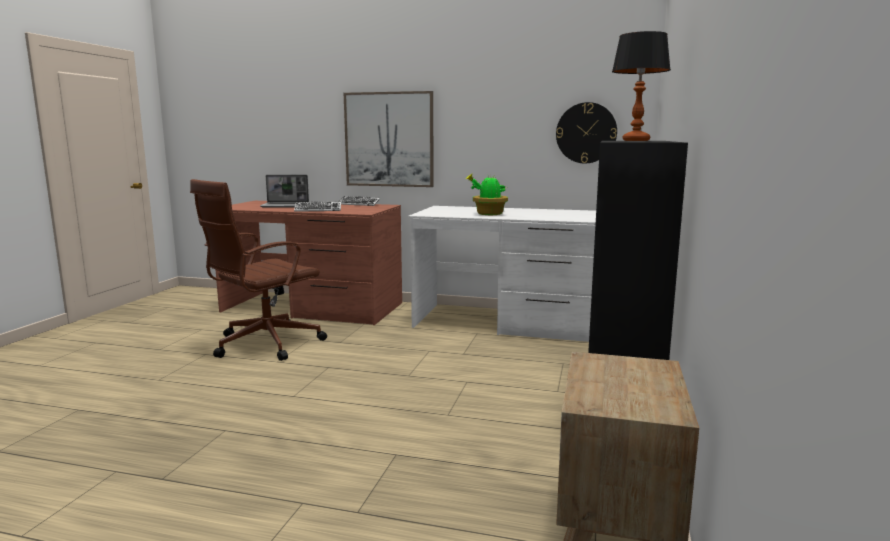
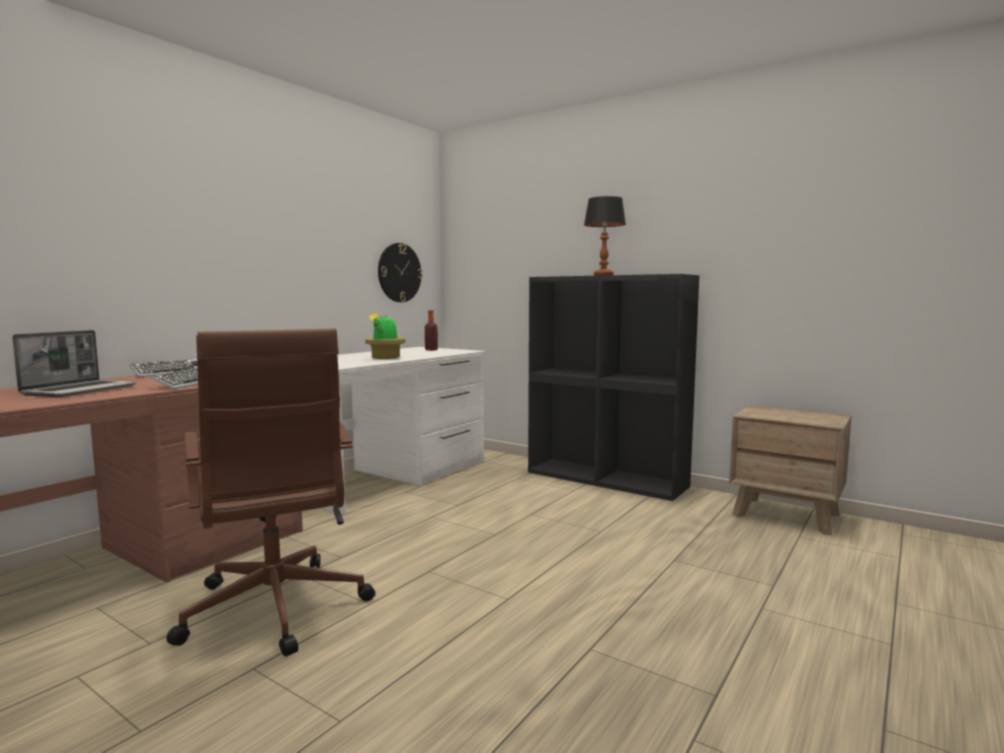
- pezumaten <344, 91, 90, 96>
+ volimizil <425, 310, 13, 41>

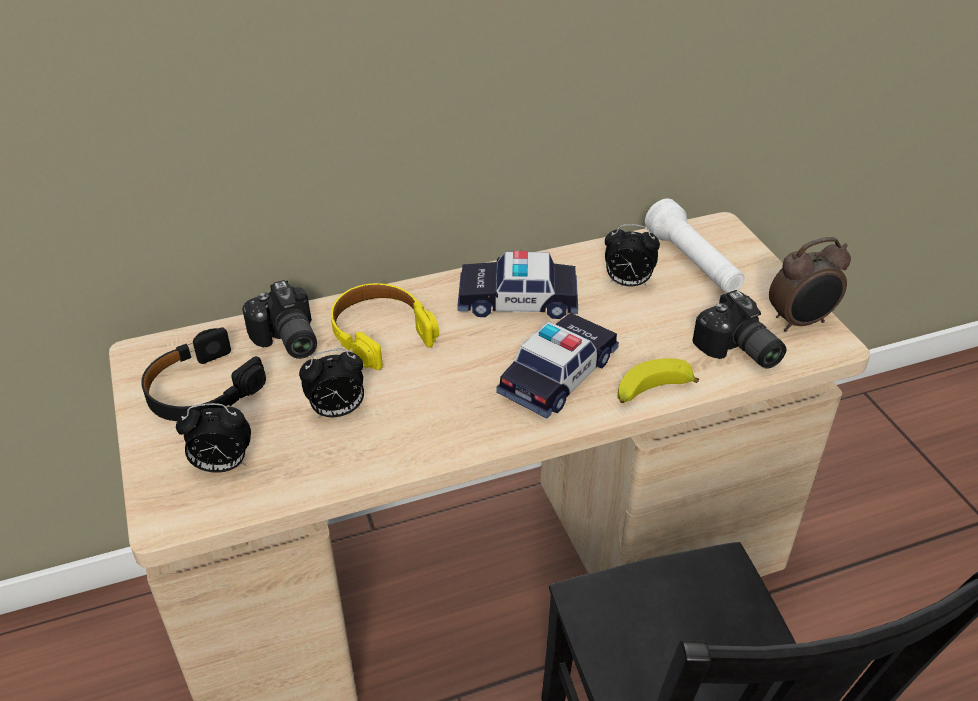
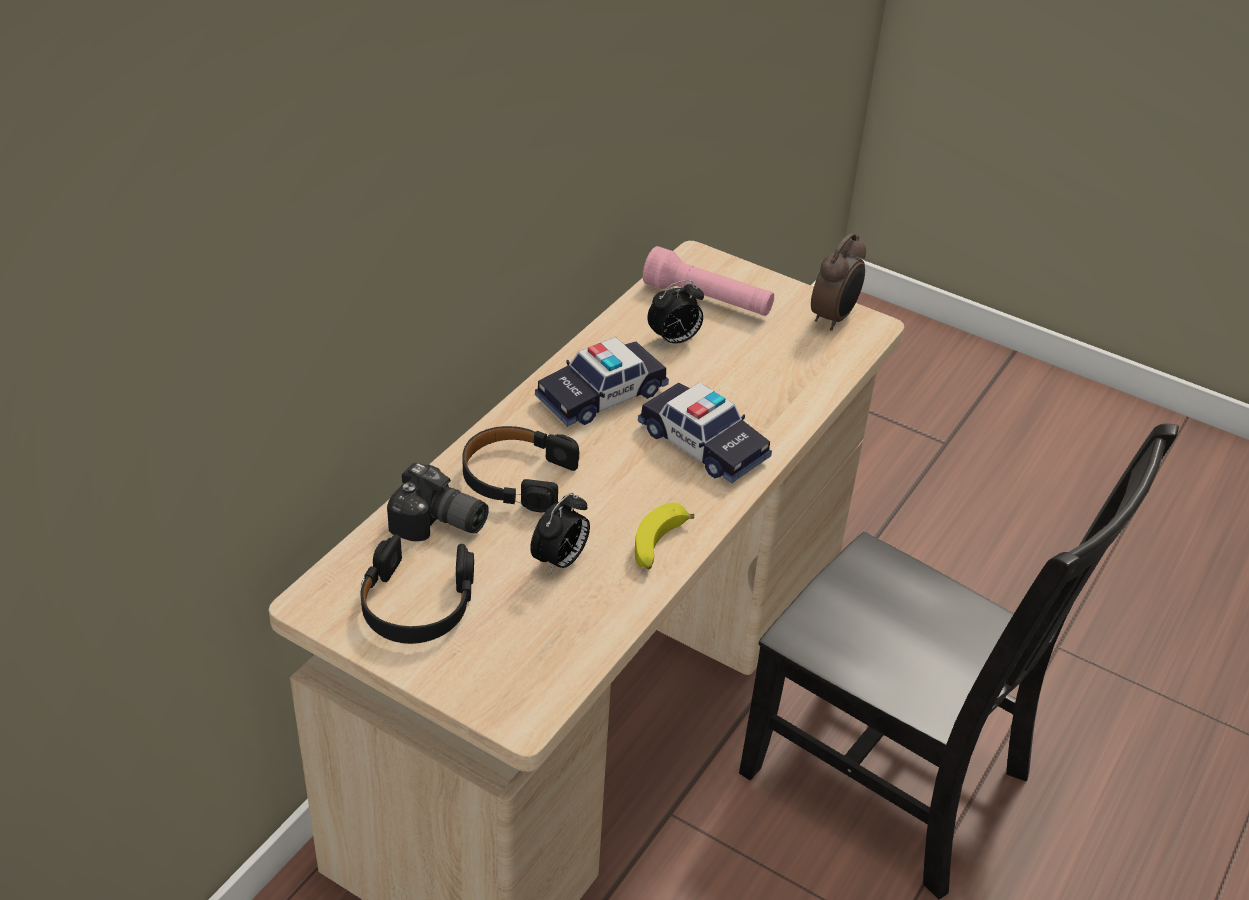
~ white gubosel <645, 199, 100, 94> to pink gubosel <643, 246, 131, 70>
~ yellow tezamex <331, 283, 108, 87> to black tezamex <462, 426, 117, 86>
- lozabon <692, 290, 94, 79>
~ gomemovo <496, 313, 123, 105> = <638, 382, 134, 102> 135 degrees clockwise
~ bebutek <618, 358, 81, 45> to <635, 502, 59, 67>
- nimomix <176, 403, 75, 70>

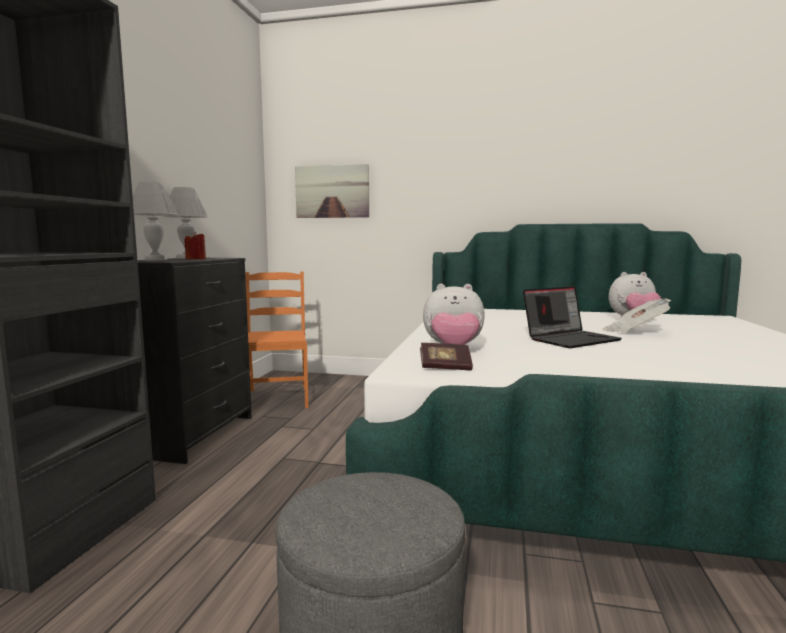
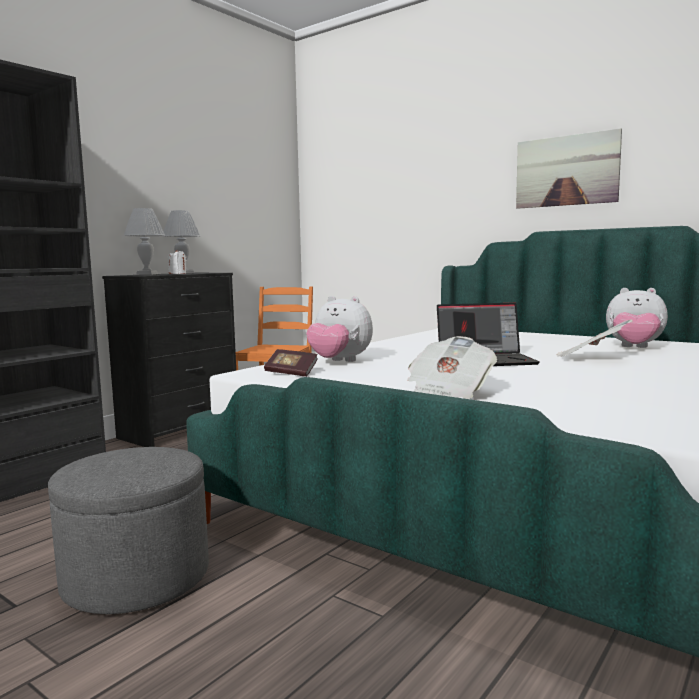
~ pezumaten <295, 164, 74, 54> to <516, 128, 106, 81>
~ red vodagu <184, 232, 22, 27> to white vodagu <168, 250, 18, 24>
+ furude <408, 336, 89, 63>

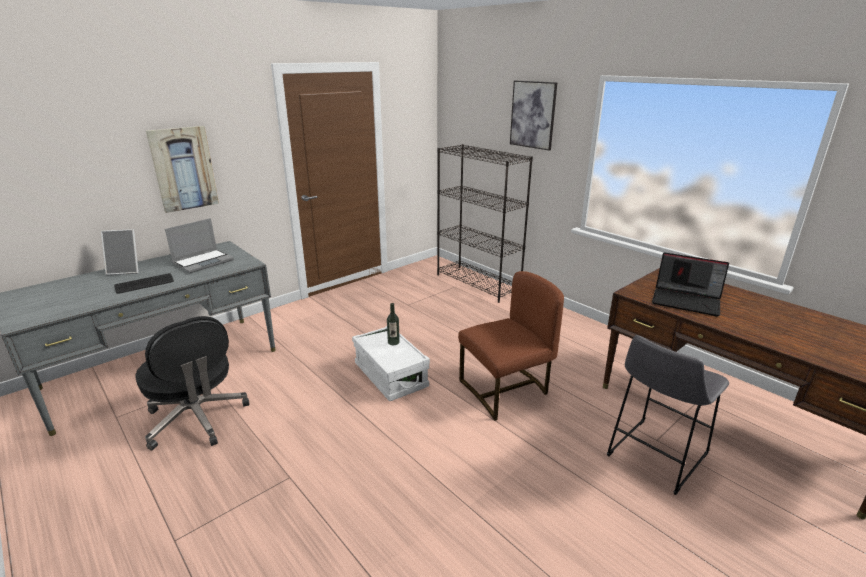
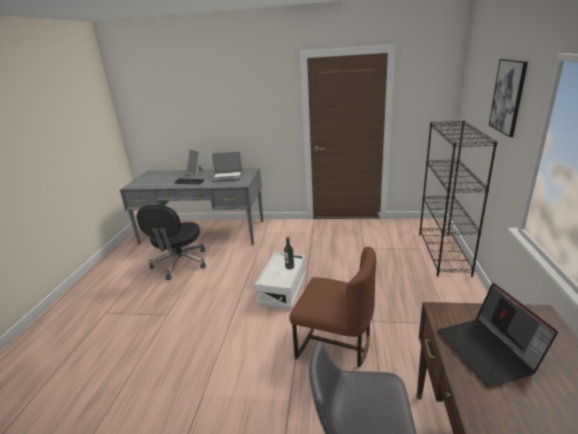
- pezumaten <146, 126, 73, 87>

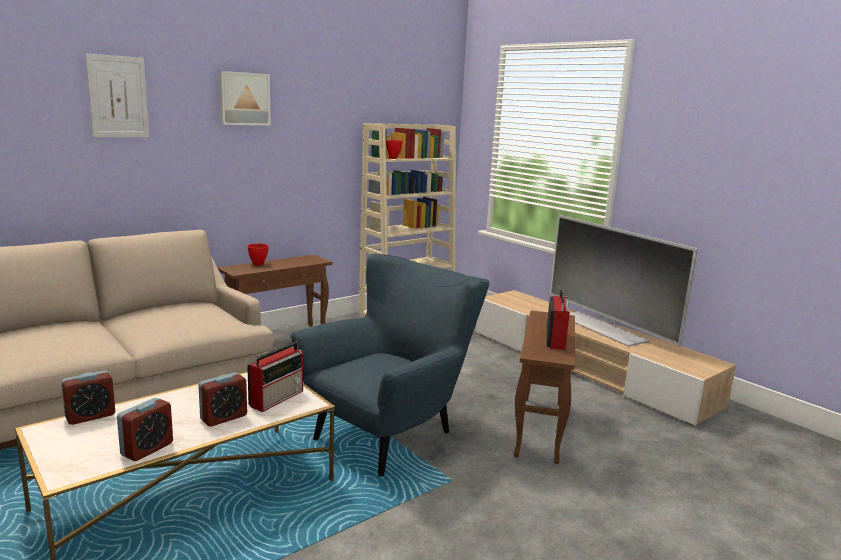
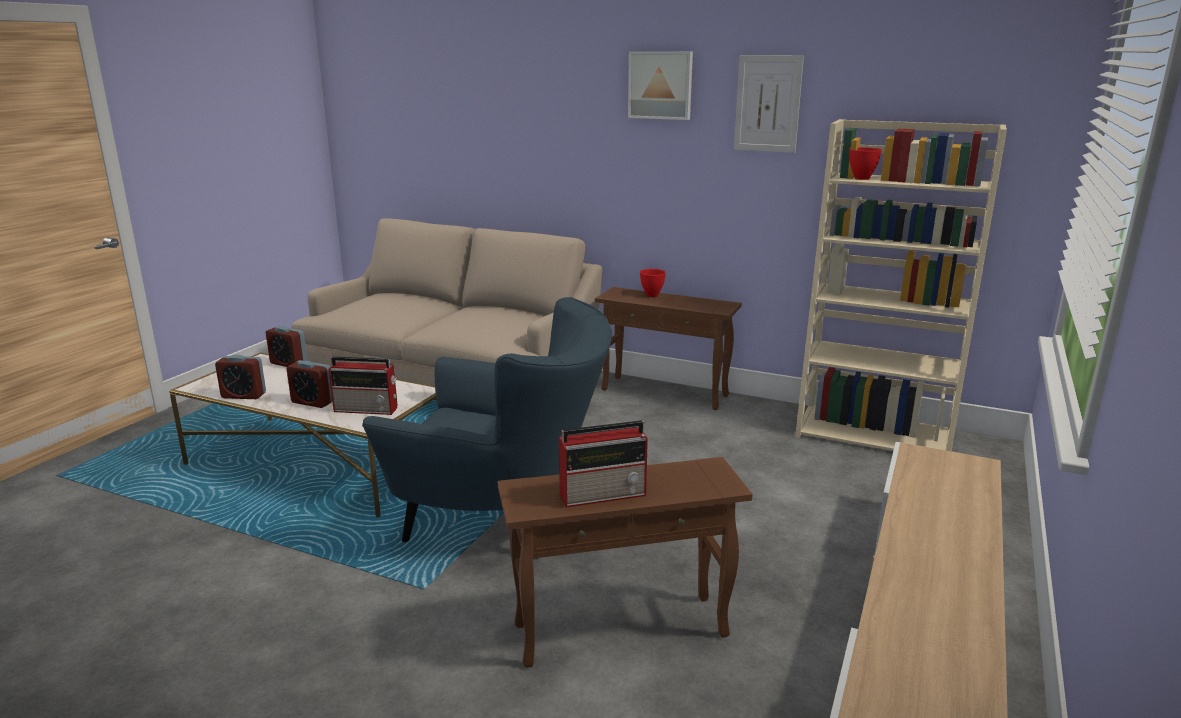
~ pezumaten <85, 54, 64, 83> to <734, 55, 70, 98>
- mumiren <550, 215, 148, 132>

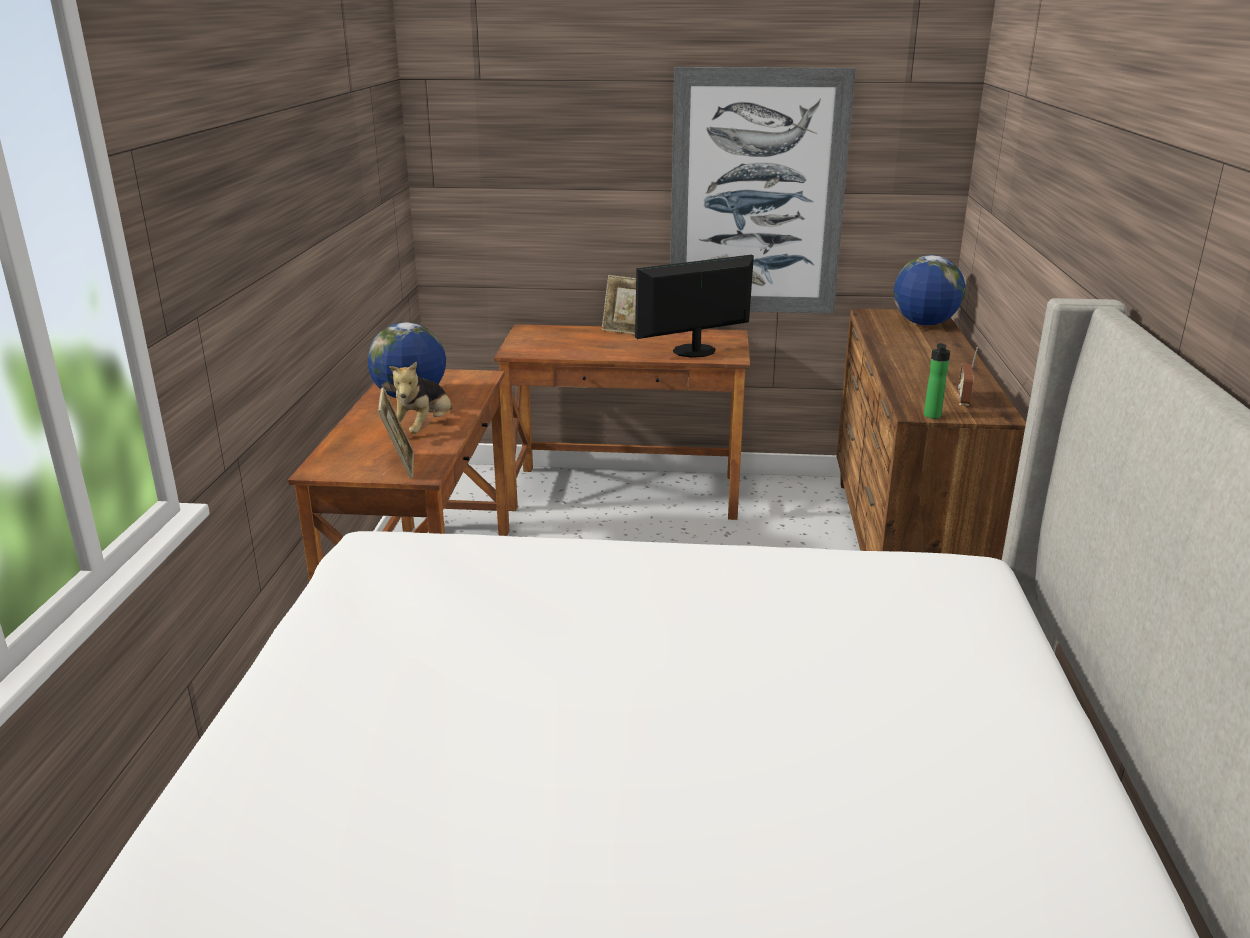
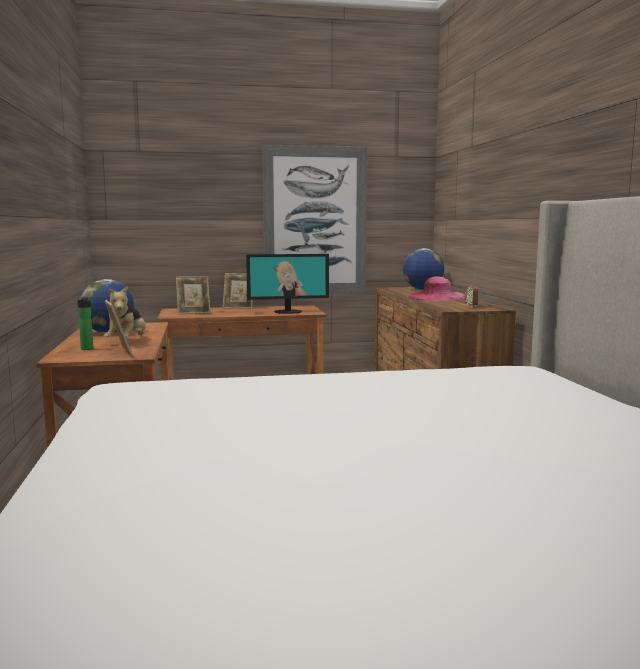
~ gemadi <635, 255, 119, 103> = <246, 254, 83, 60> 150 degrees counterclockwise
~ volimizil <924, 343, 26, 76> to <78, 297, 15, 53>
+ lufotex <176, 276, 35, 38>
+ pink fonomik <408, 276, 58, 25>

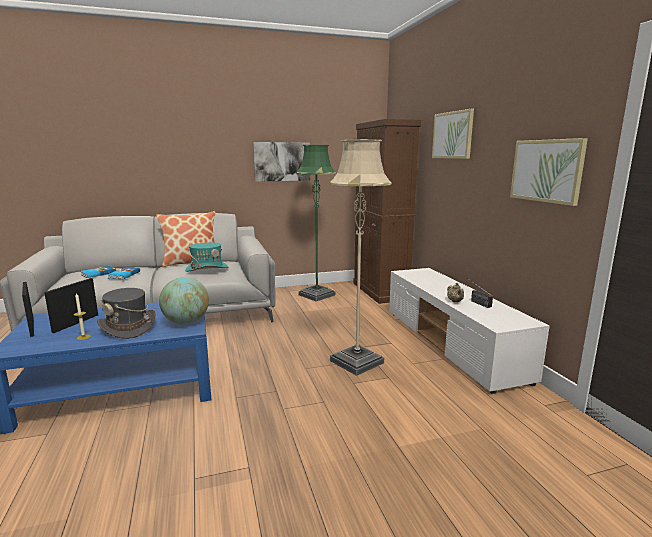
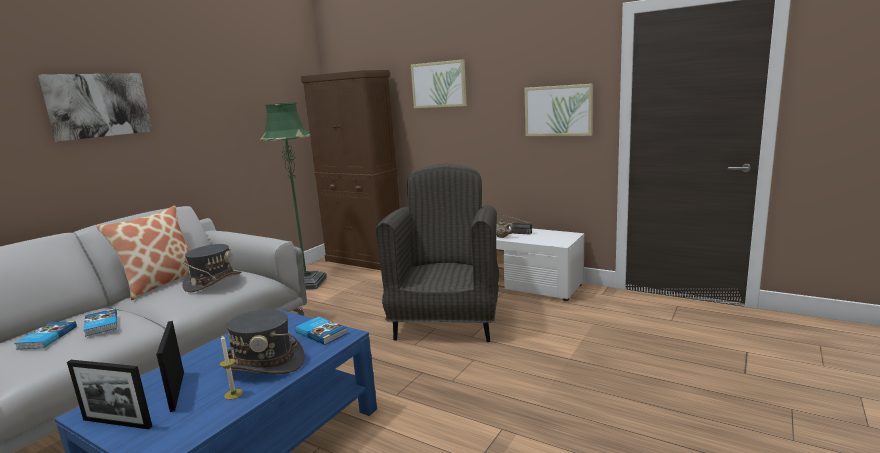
~ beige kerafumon <330, 139, 62, 237> to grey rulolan <375, 164, 124, 178>
~ pezumaten <253, 142, 57, 40> to <38, 73, 114, 68>
~ turquoise fonomik <185, 243, 43, 29> to grey fonomik <182, 244, 59, 48>
~ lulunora <159, 277, 50, 47> to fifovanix <295, 316, 52, 29>

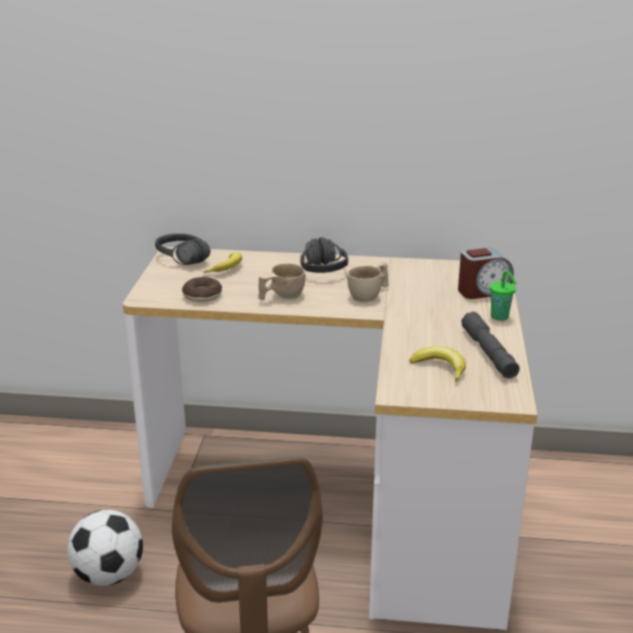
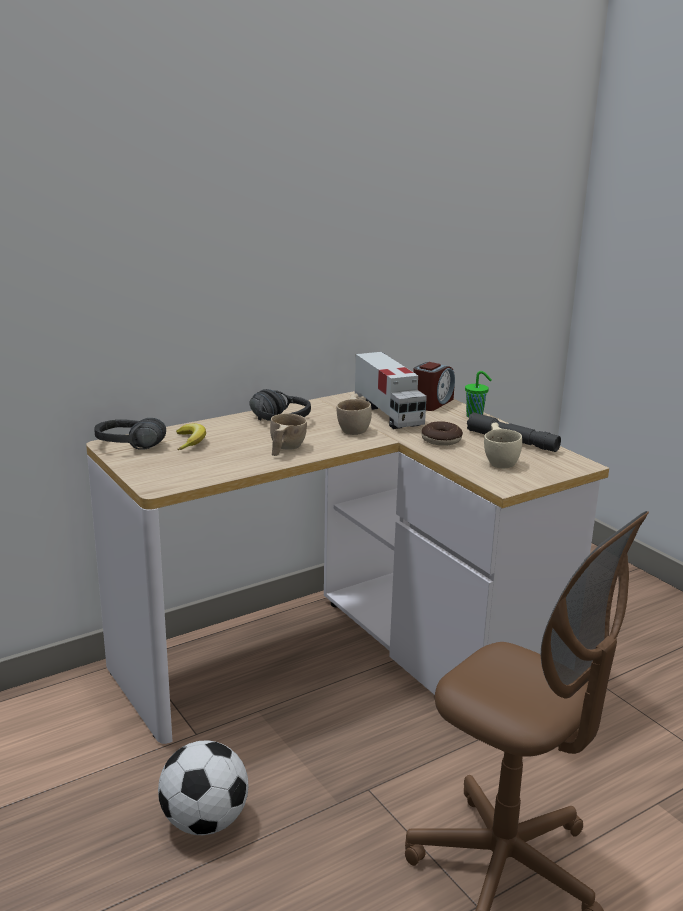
~ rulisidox <182, 277, 40, 25> to <421, 421, 42, 25>
~ bebutek <409, 346, 57, 36> to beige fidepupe <484, 423, 38, 45>
+ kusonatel <355, 352, 72, 77>

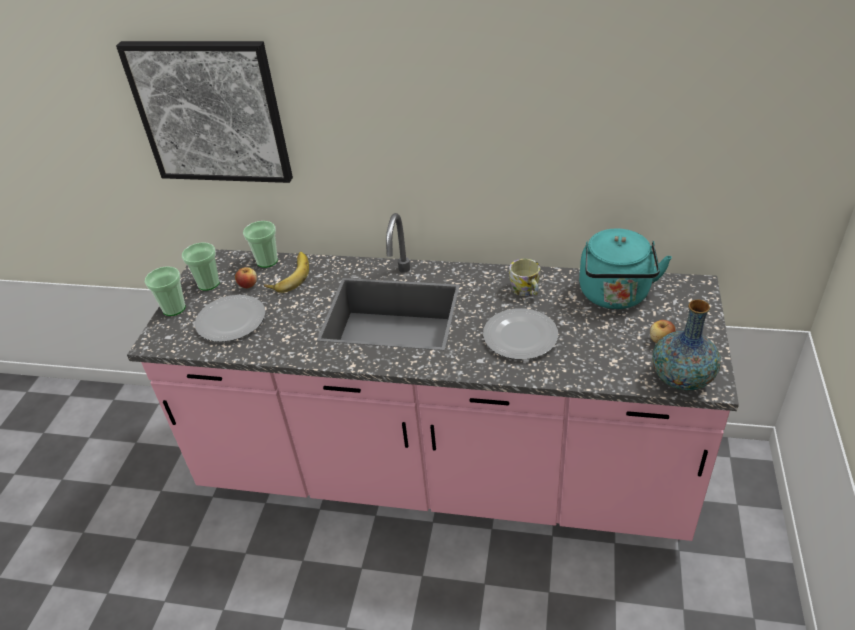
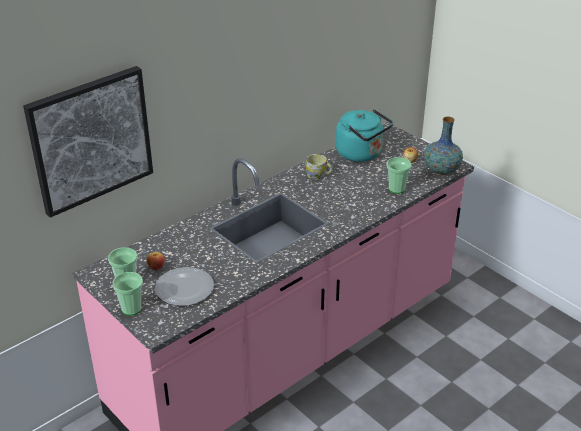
~ fidepupe <243, 221, 35, 47> to <387, 157, 25, 37>
- bebutek <263, 252, 46, 41>
- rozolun <483, 309, 75, 51>

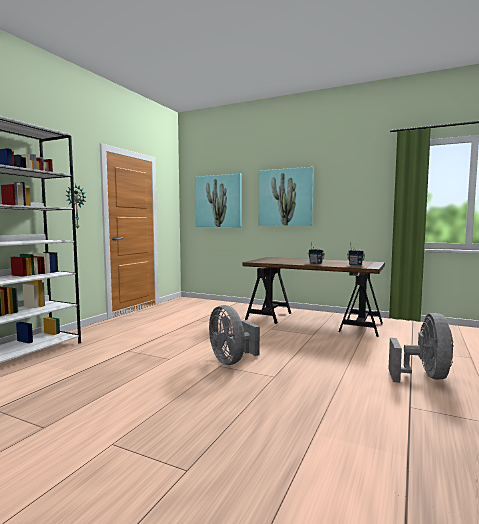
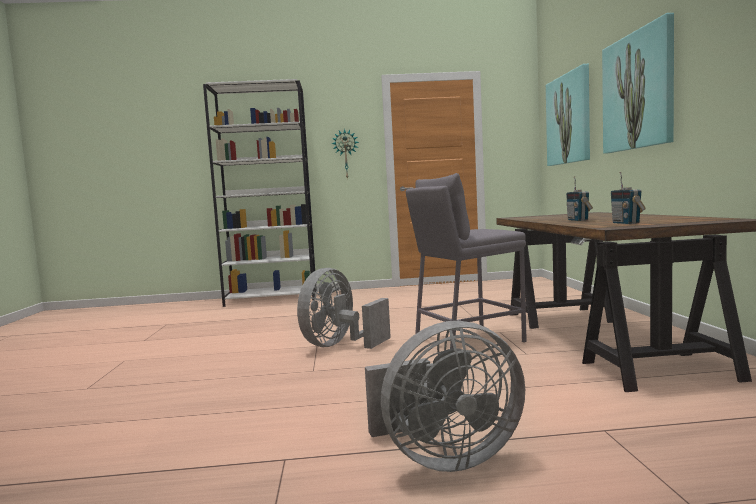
+ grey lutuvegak <406, 173, 121, 176>

